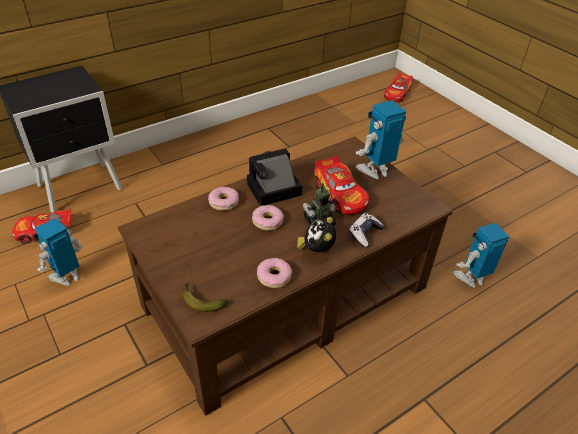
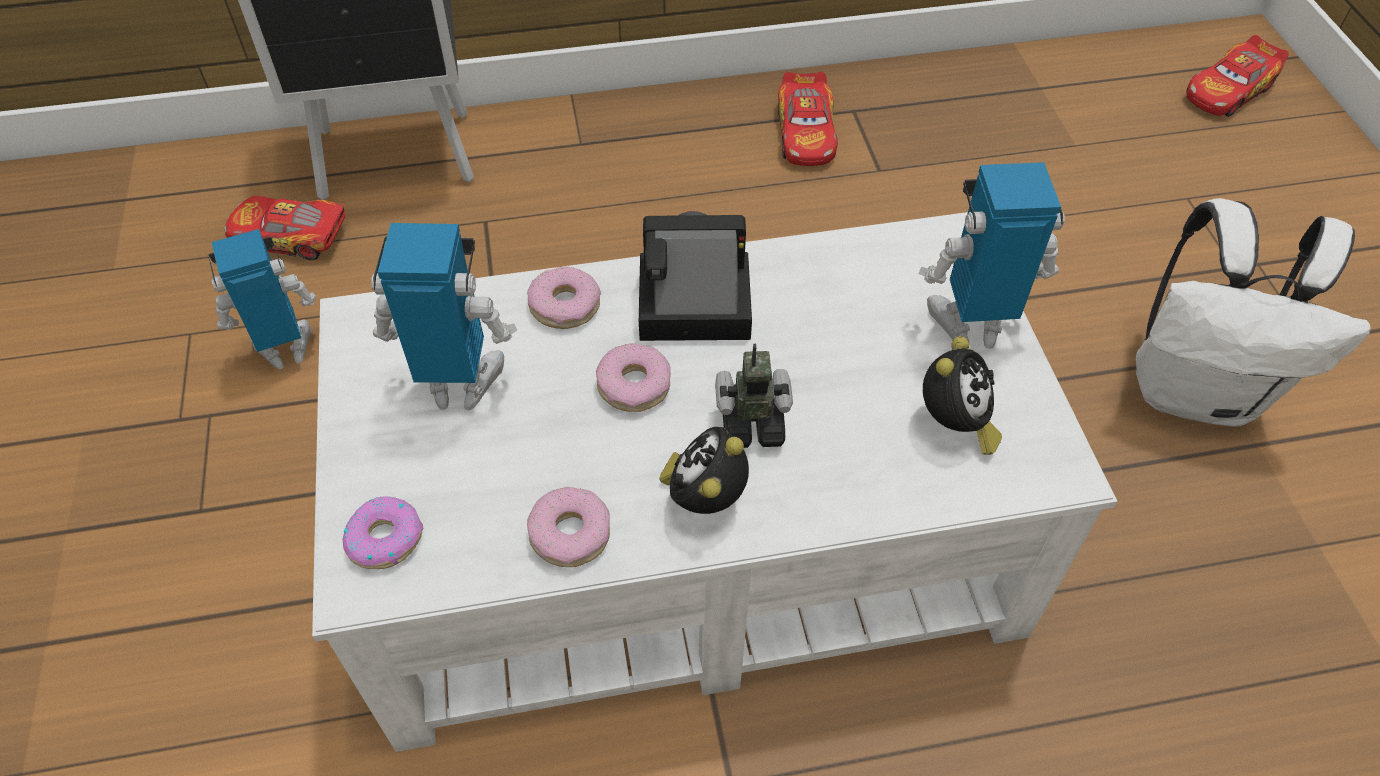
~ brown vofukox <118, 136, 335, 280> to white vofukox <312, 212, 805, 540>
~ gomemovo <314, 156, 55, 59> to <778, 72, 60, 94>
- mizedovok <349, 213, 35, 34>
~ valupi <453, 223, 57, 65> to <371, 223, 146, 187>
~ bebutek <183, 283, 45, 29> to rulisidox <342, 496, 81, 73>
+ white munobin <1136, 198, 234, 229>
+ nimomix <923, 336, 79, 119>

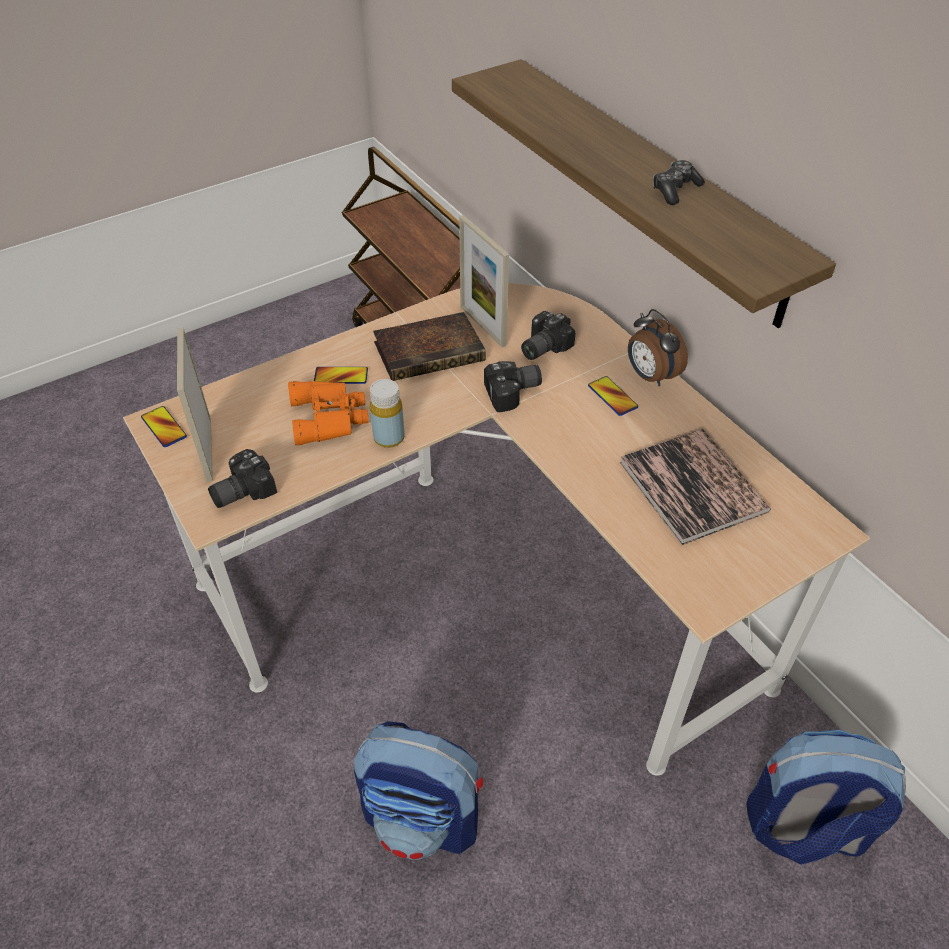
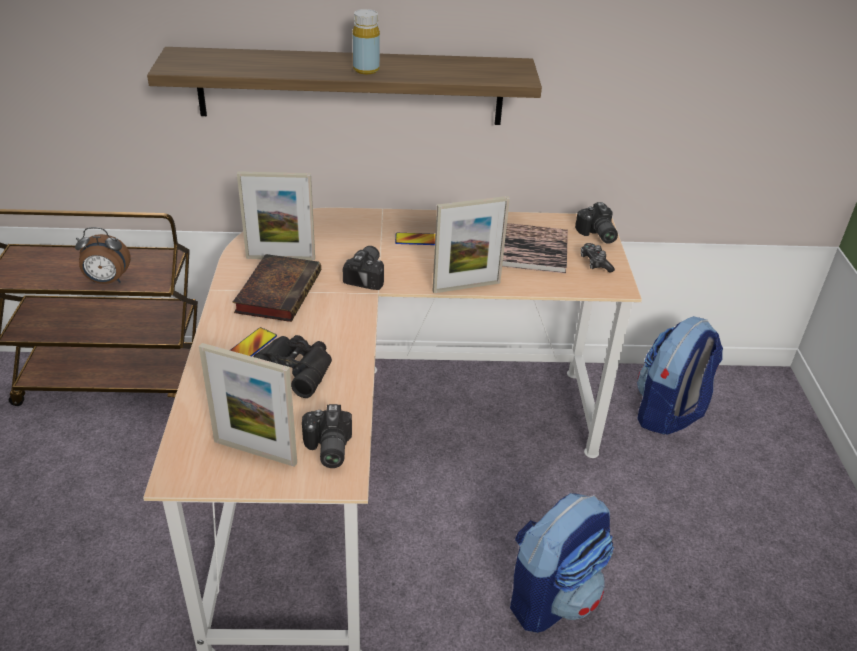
~ mizedovok <653, 160, 52, 45> to <581, 243, 34, 30>
~ nimomix <628, 309, 60, 77> to <75, 227, 56, 57>
~ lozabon <521, 311, 55, 49> to <575, 202, 43, 42>
~ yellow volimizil <370, 379, 35, 69> to <353, 9, 27, 65>
~ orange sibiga <288, 381, 80, 64> to black sibiga <254, 335, 78, 63>
- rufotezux <141, 406, 46, 41>
+ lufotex <433, 196, 77, 97>

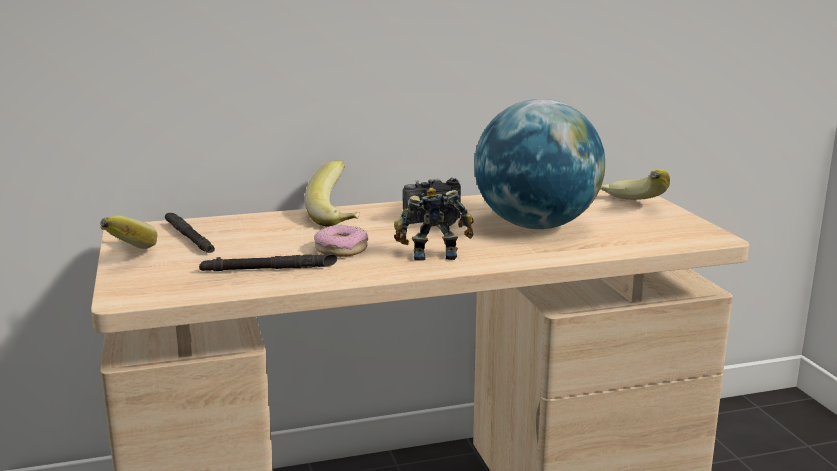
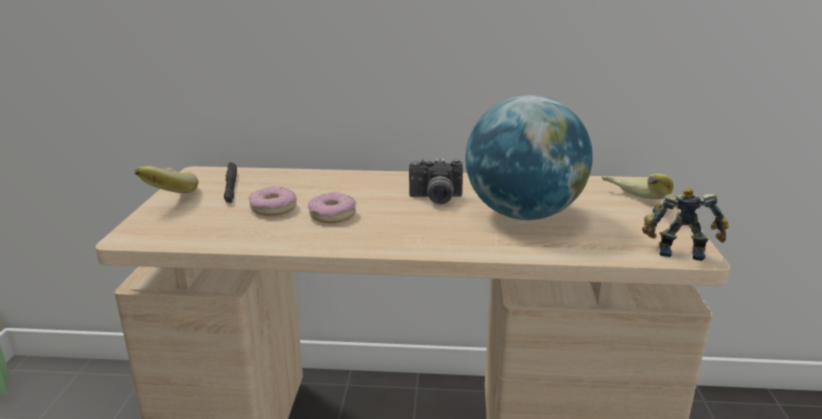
- bebutek <305, 160, 55, 67>
~ valupi <394, 187, 80, 74> to <642, 188, 87, 73>
- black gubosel <199, 254, 138, 17>
+ rulisidox <249, 186, 48, 30>

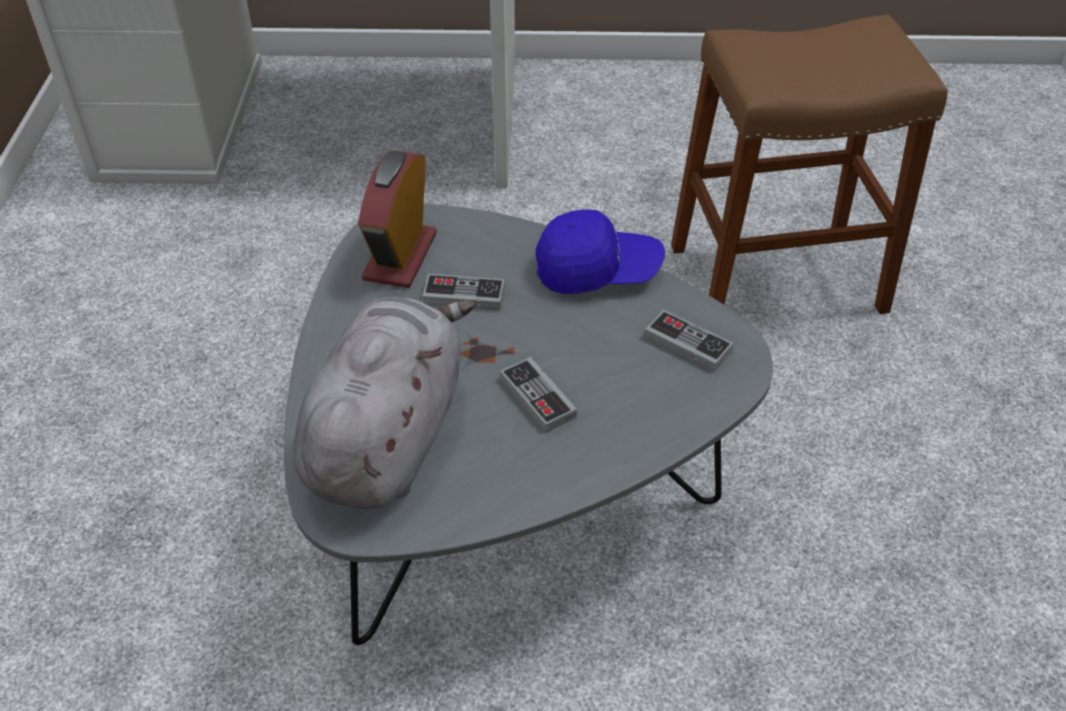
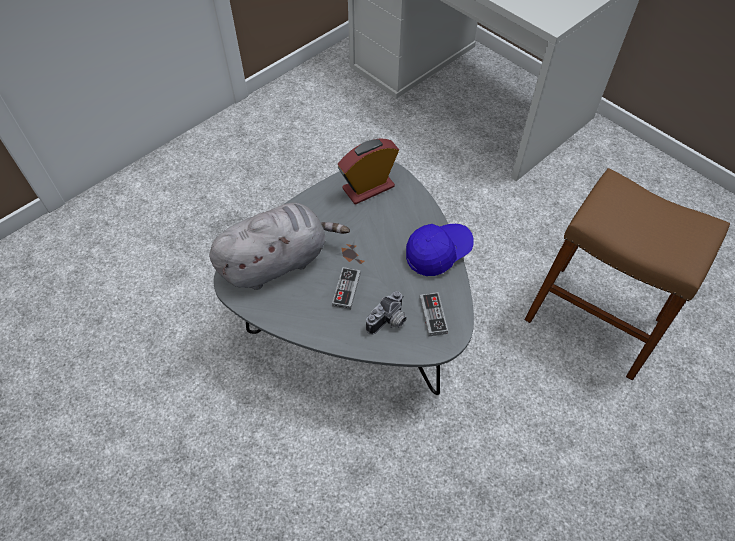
~ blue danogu <536, 209, 129, 85> = <406, 224, 68, 52> 75 degrees counterclockwise
- mizedovok <422, 274, 83, 36>
+ lozabon <366, 291, 41, 44>

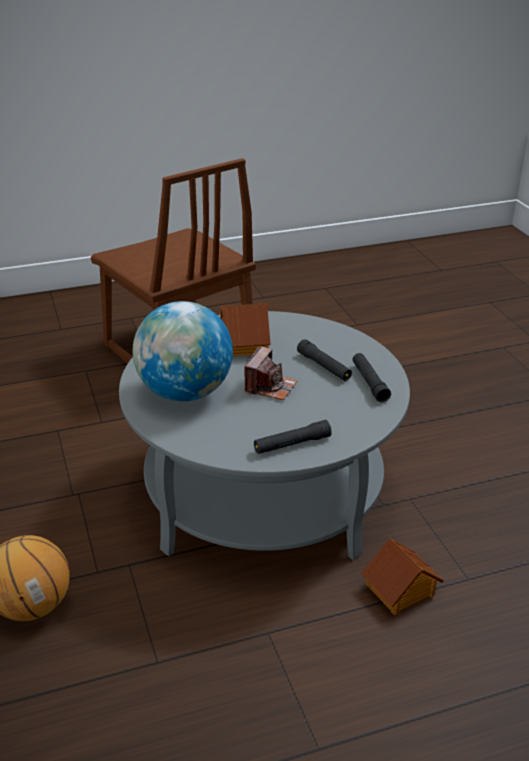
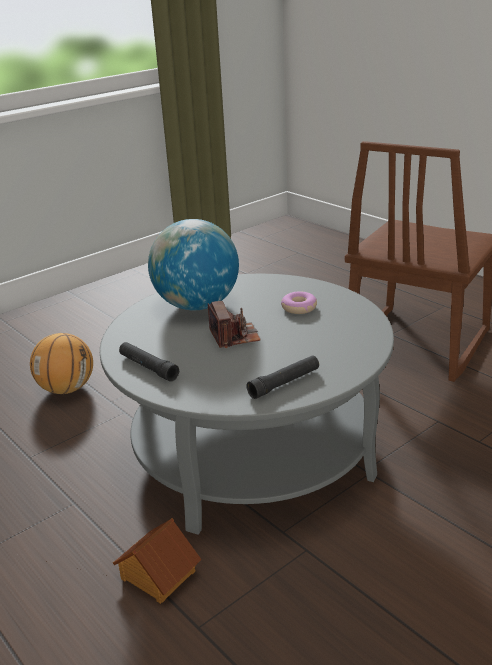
~ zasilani <220, 303, 51, 53> to rulisidox <281, 291, 36, 23>
- black gubosel <297, 339, 55, 42>
~ lozabon <244, 346, 54, 54> = <208, 301, 53, 47> 105 degrees counterclockwise

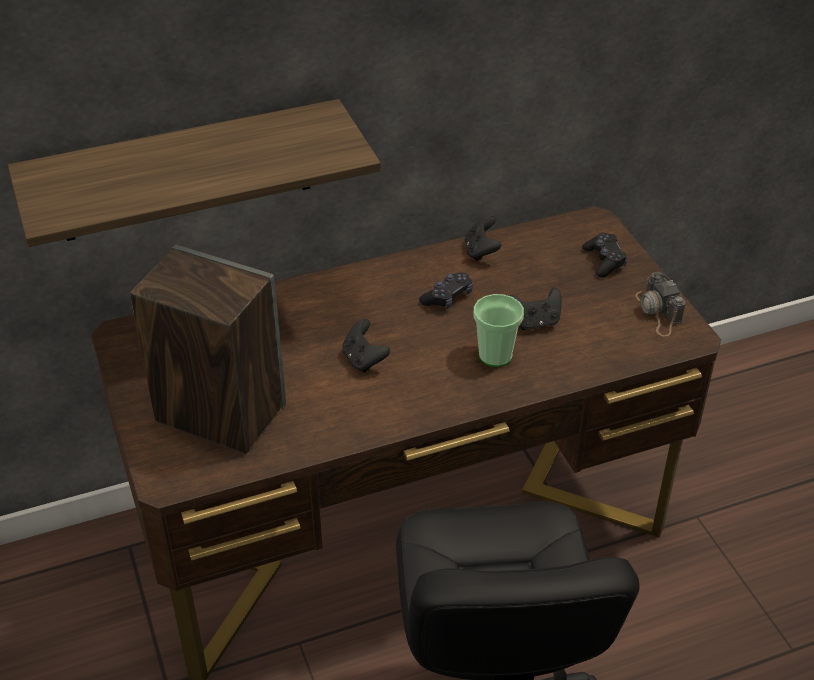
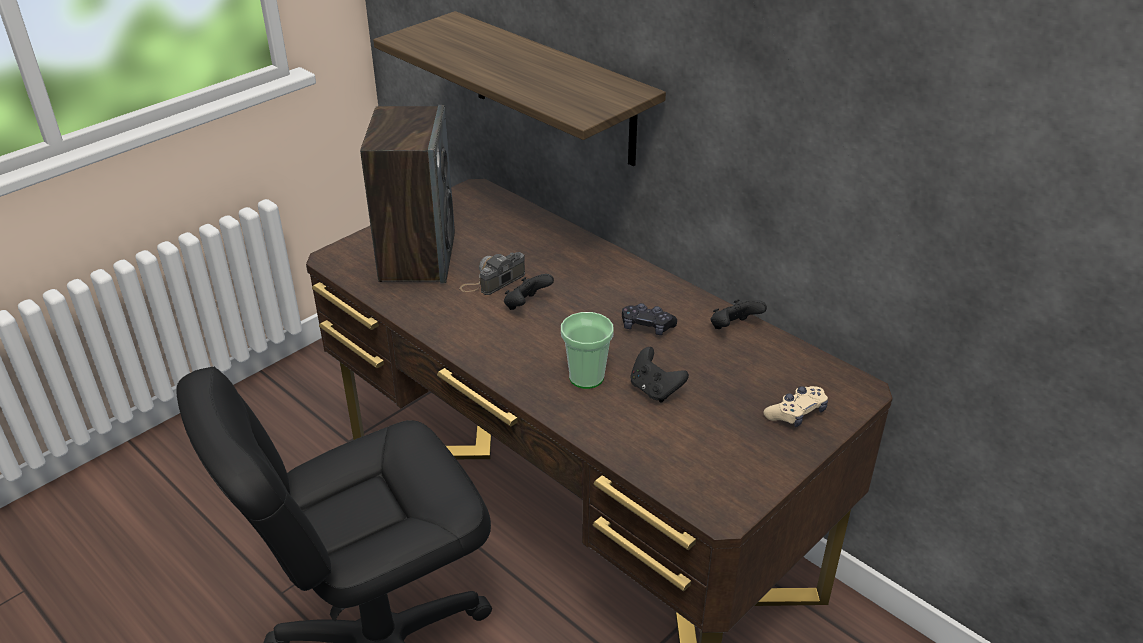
~ black mizedovok <582, 233, 45, 44> to beige mizedovok <763, 386, 65, 41>
~ lozabon <636, 272, 49, 65> to <460, 252, 65, 43>

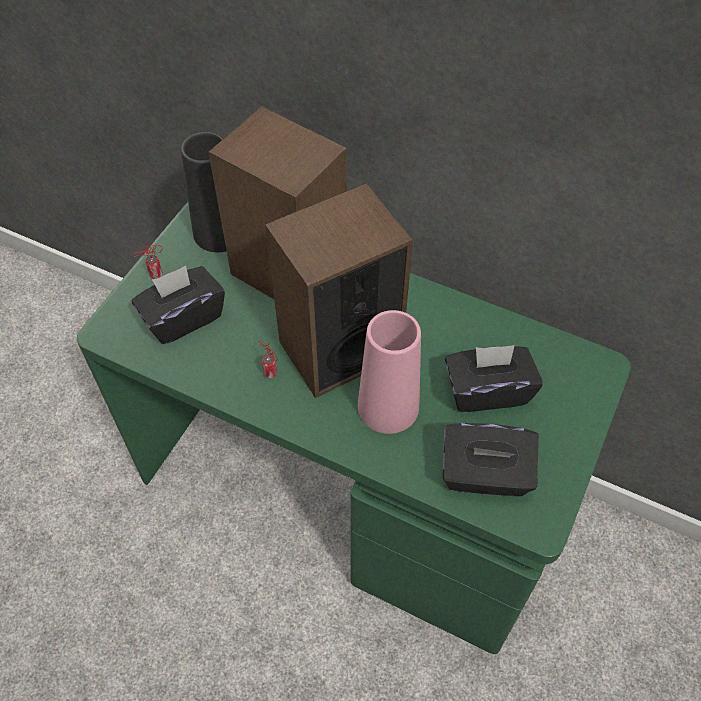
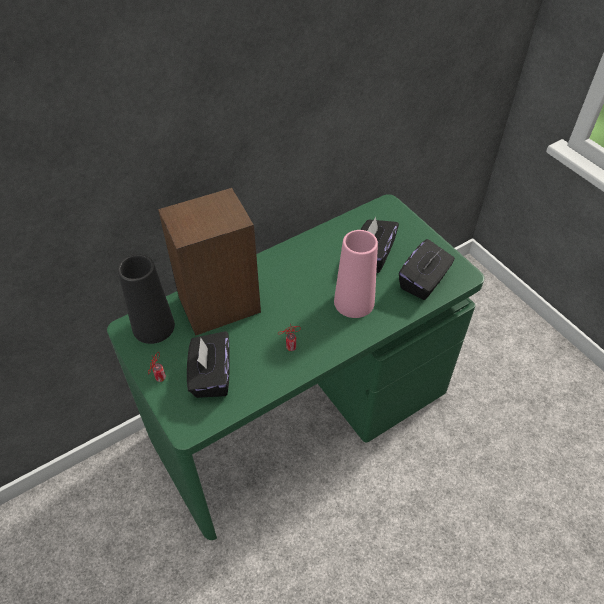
- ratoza <265, 183, 148, 215>

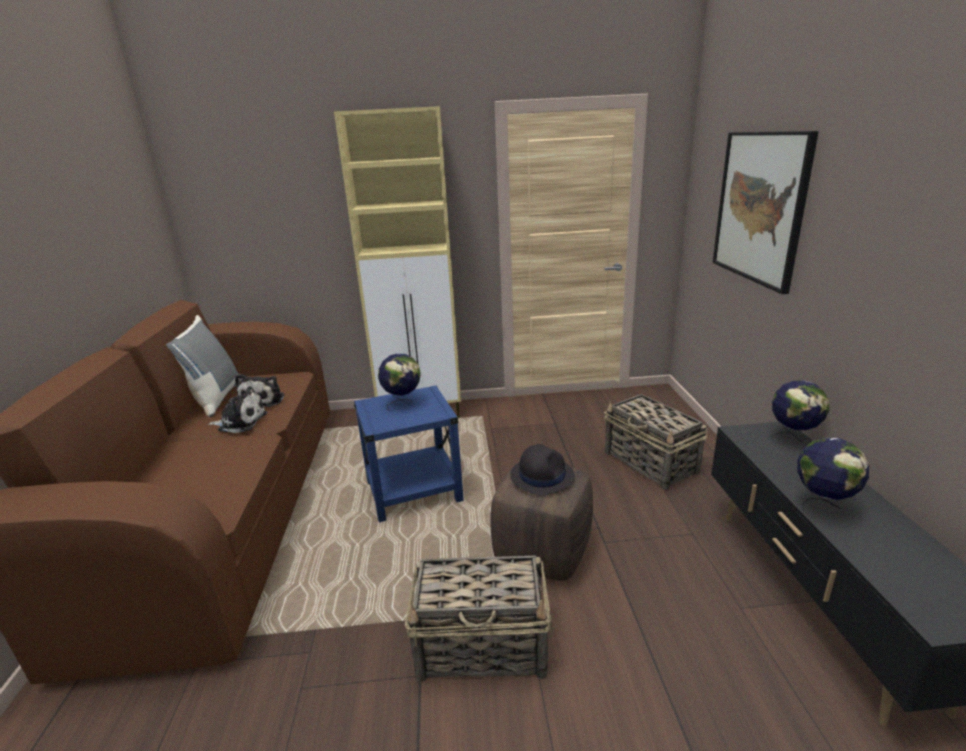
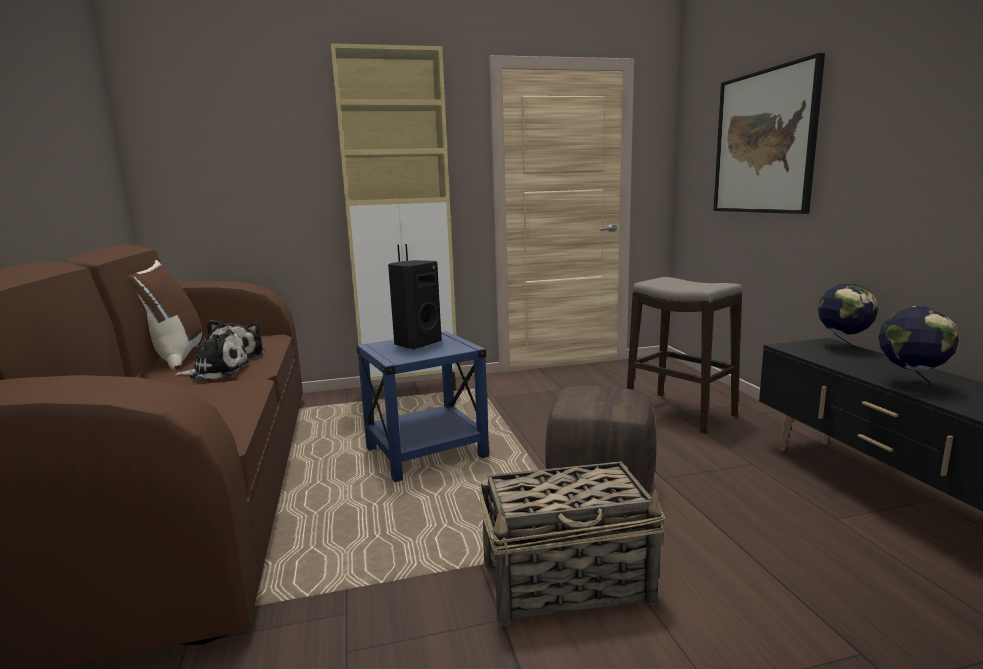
~ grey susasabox <166, 315, 72, 102> to brown susasabox <127, 260, 79, 110>
~ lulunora <378, 353, 43, 58> to black ratoza <388, 260, 54, 90>
~ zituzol <604, 394, 104, 96> to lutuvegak <627, 277, 115, 157>
- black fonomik <510, 444, 65, 52>

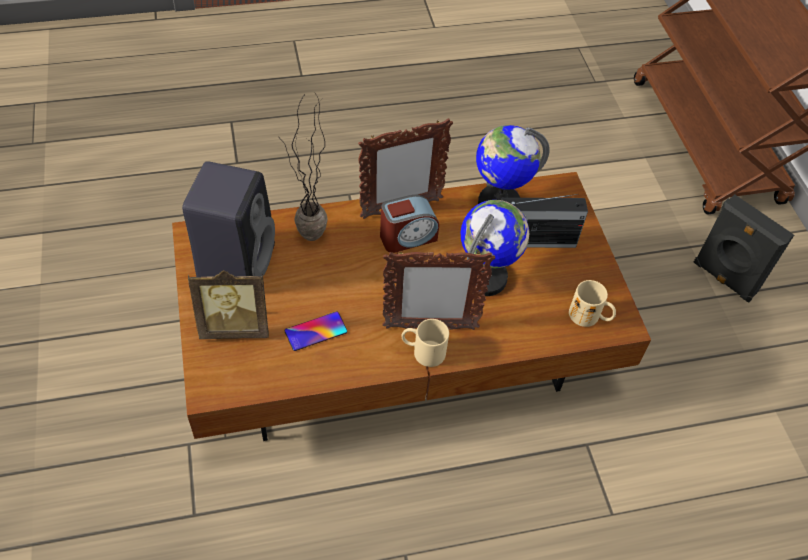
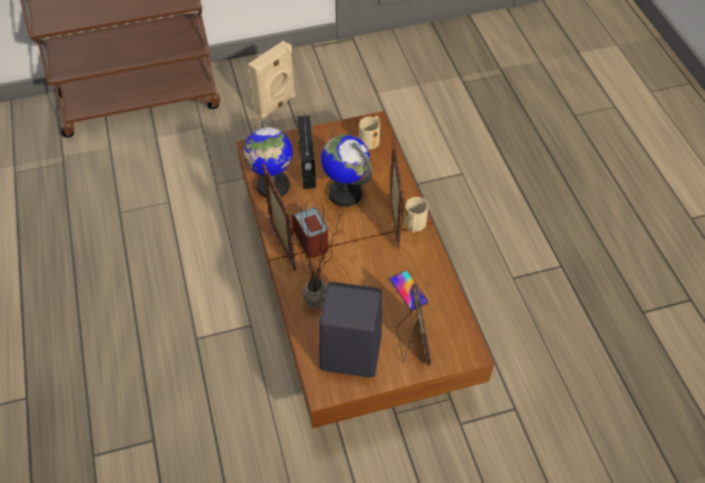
~ black ratoza <694, 194, 100, 109> to beige ratoza <248, 41, 47, 78>

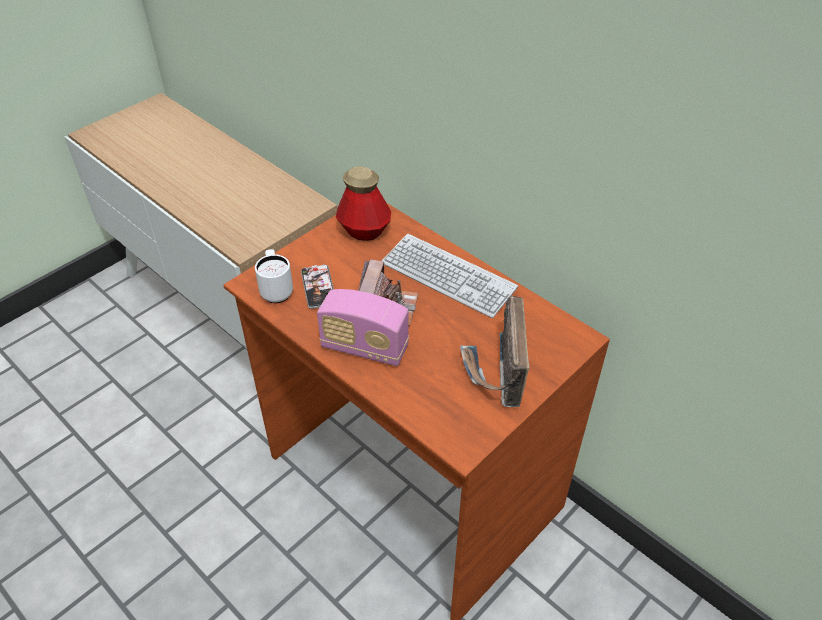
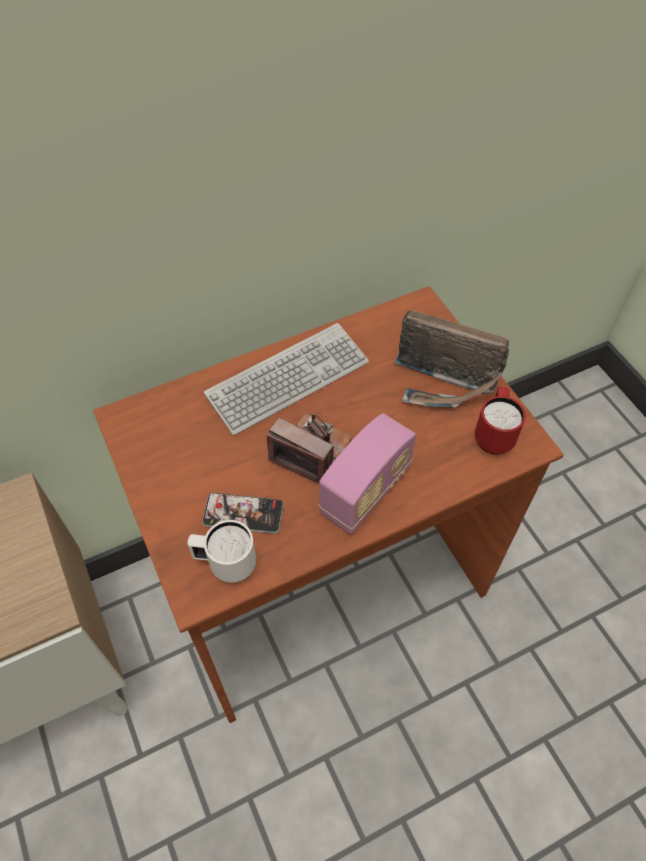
- volimizil <336, 166, 55, 75>
+ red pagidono <475, 387, 51, 68>

